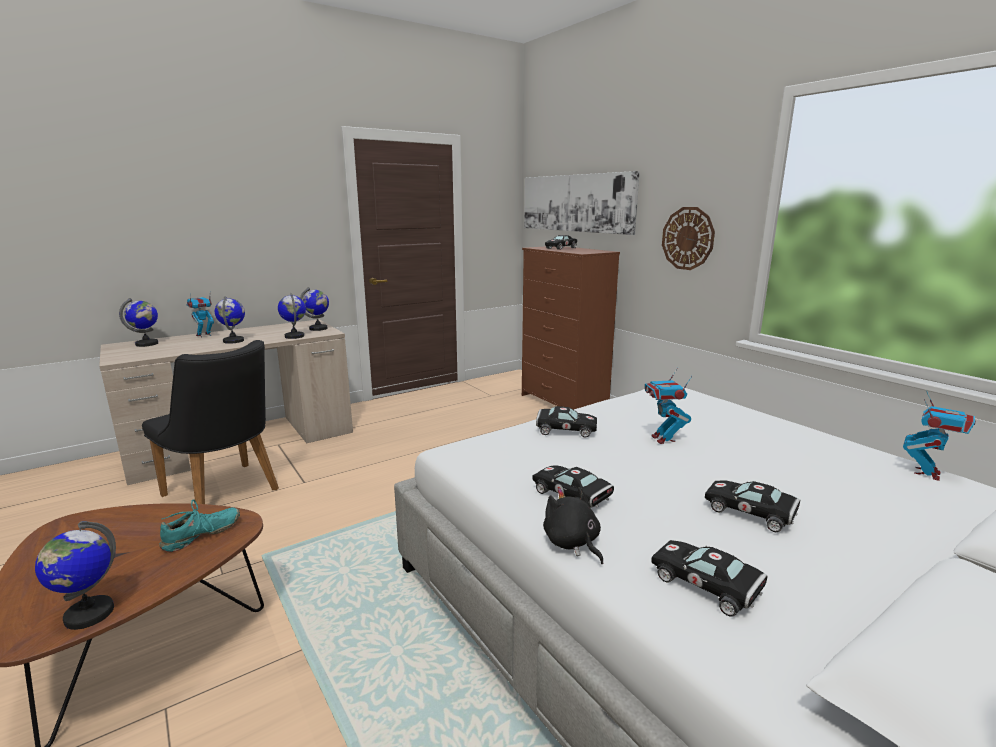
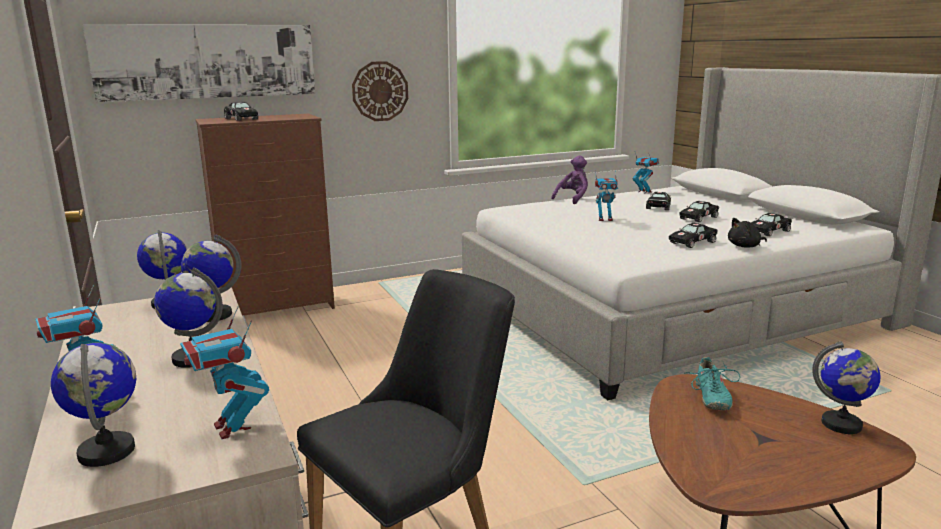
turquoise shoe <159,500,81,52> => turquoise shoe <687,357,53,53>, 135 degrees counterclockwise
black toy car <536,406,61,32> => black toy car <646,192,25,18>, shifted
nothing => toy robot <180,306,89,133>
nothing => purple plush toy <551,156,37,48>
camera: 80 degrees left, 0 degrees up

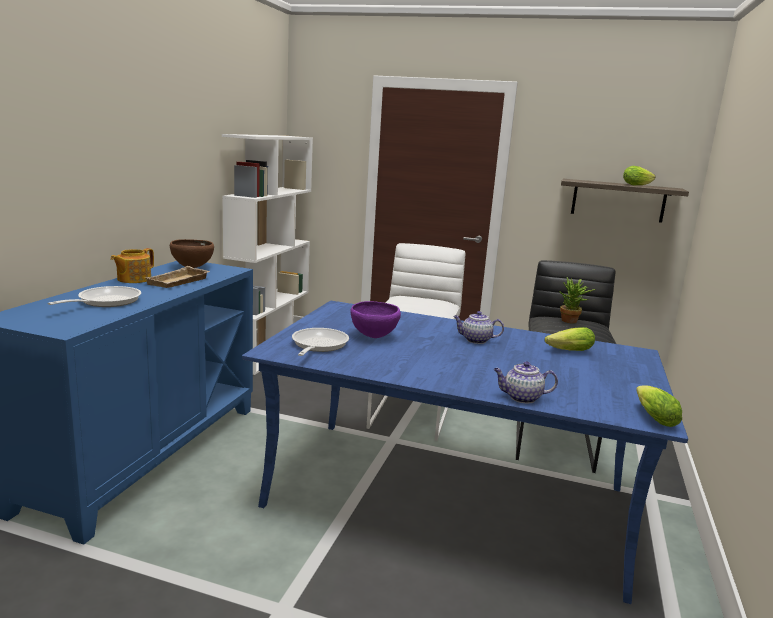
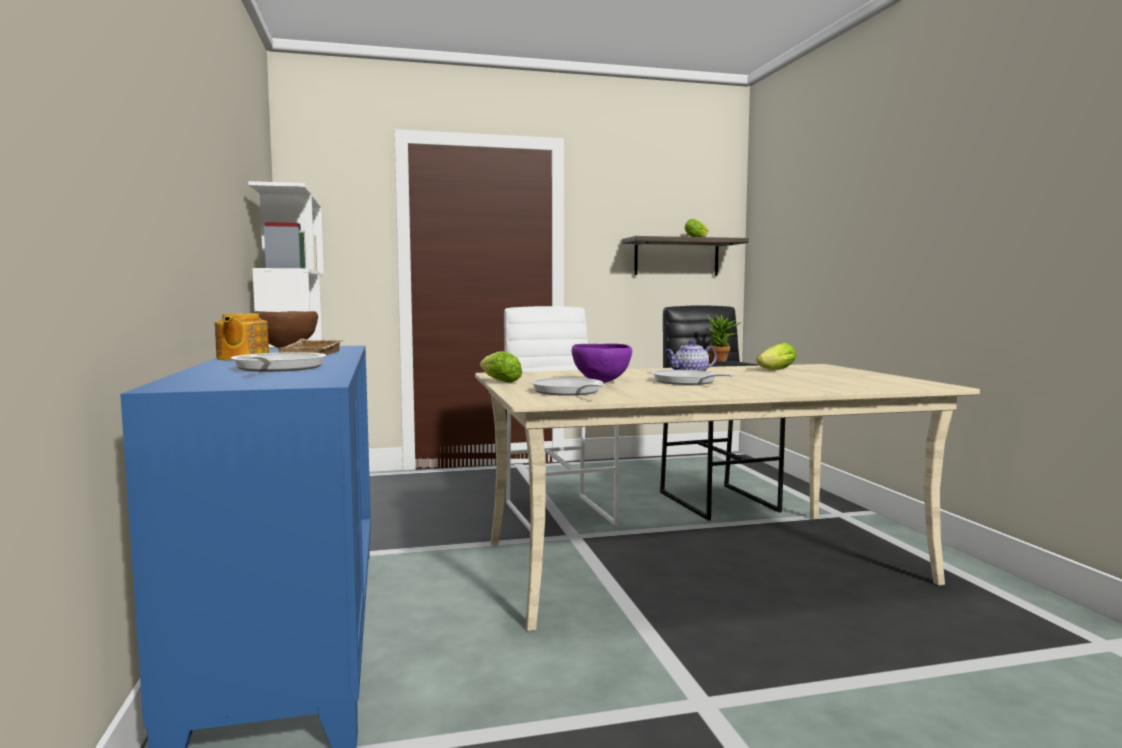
blue dining table <242,300,446,304> => beige dining table <475,364,505,267>
teapot <493,362,65,41> => nothing
lettuce <636,385,46,42> => lettuce <480,351,42,32>, shifted
nothing => frying pan <652,370,83,15>
camera: 30 degrees left, 10 degrees down

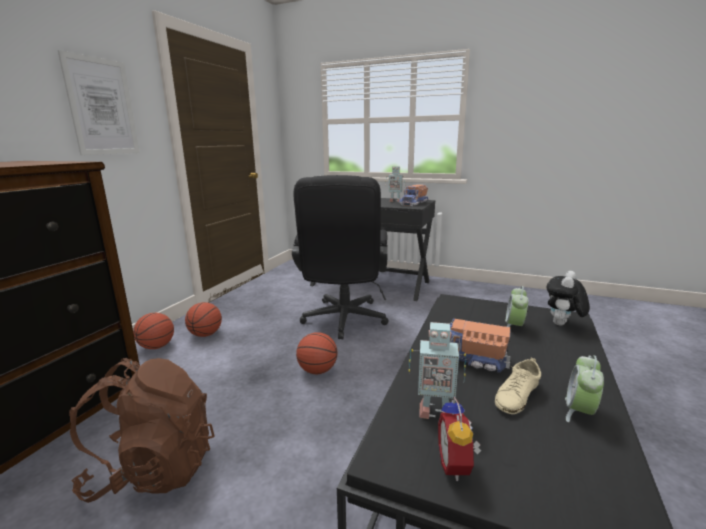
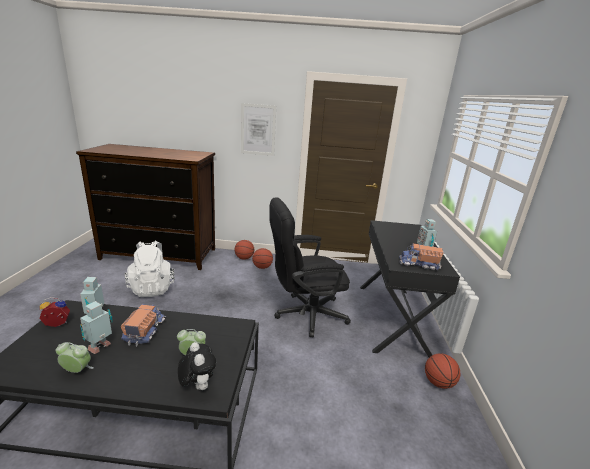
brown backpack <69,358,146,145> => white backpack <124,241,51,56>
basketball <296,332,41,42> => basketball <425,353,35,36>, shifted
beige shoe <495,358,46,56> => toy robot <80,301,33,53>
plush toy <547,271,42,55> => plush toy <178,342,38,48>, 45 degrees clockwise
camera: 70 degrees right, 5 degrees up

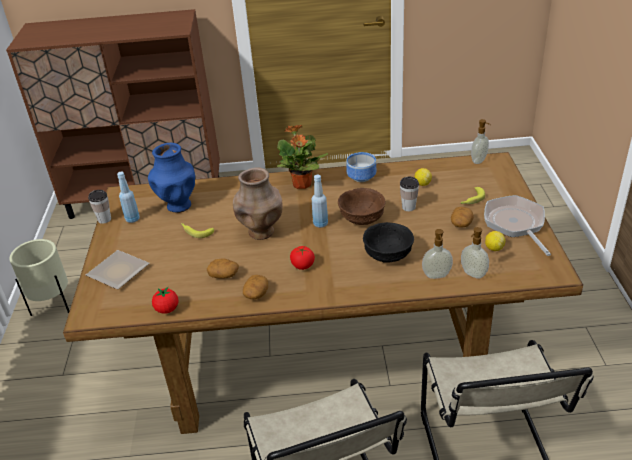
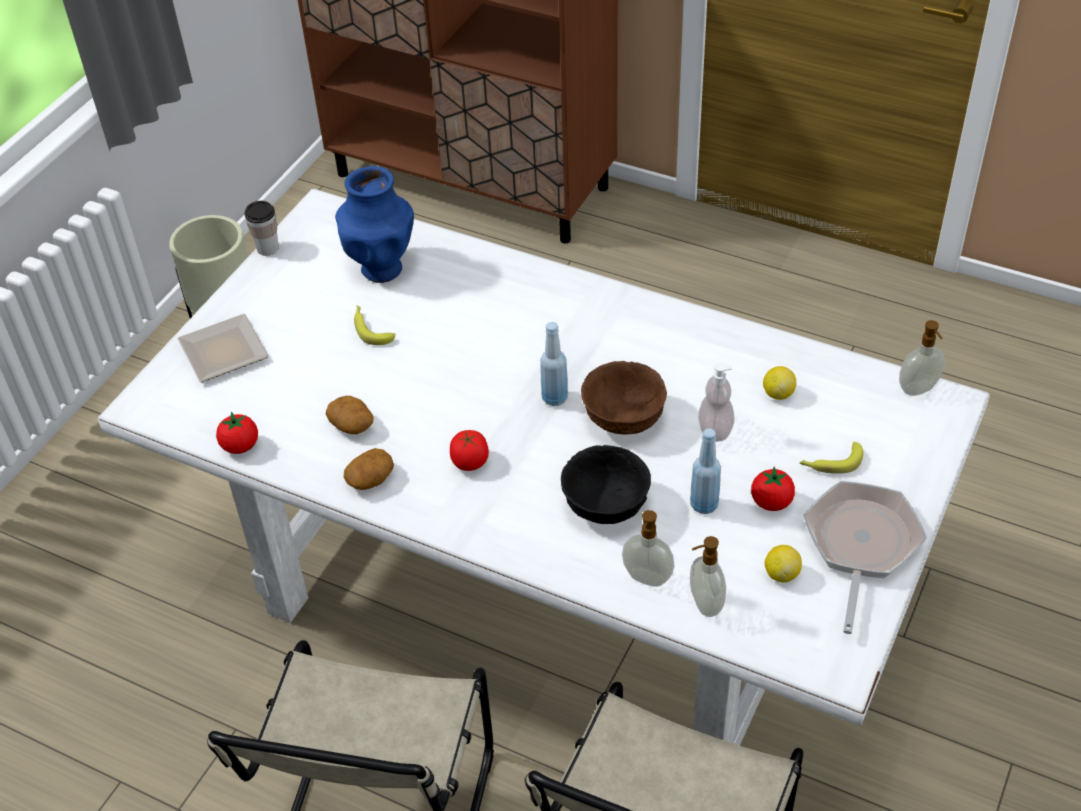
brown dining table <63,152,520,282> => white dining table <98,188,892,558>
blue bottle <117,172,23,51> => blue bottle <690,428,31,86>, shifted
brown vase <233,167,50,73> => nothing
potted plant <276,125,52,64> => nothing
bowl <346,152,30,30> => nothing
cup <400,177,19,34> => soap dispenser <698,363,36,79>
potato <451,207,23,21> => tomato <751,466,44,45>
camera: 30 degrees right, 10 degrees up

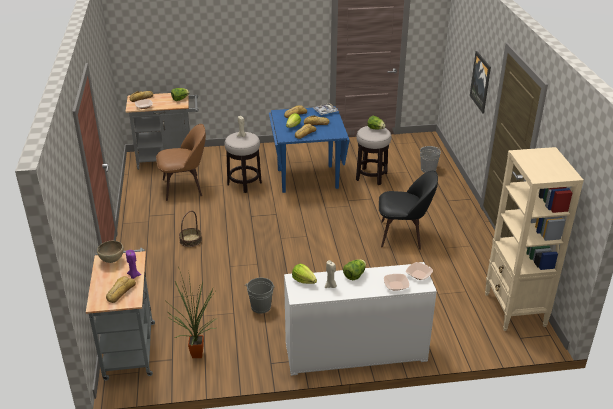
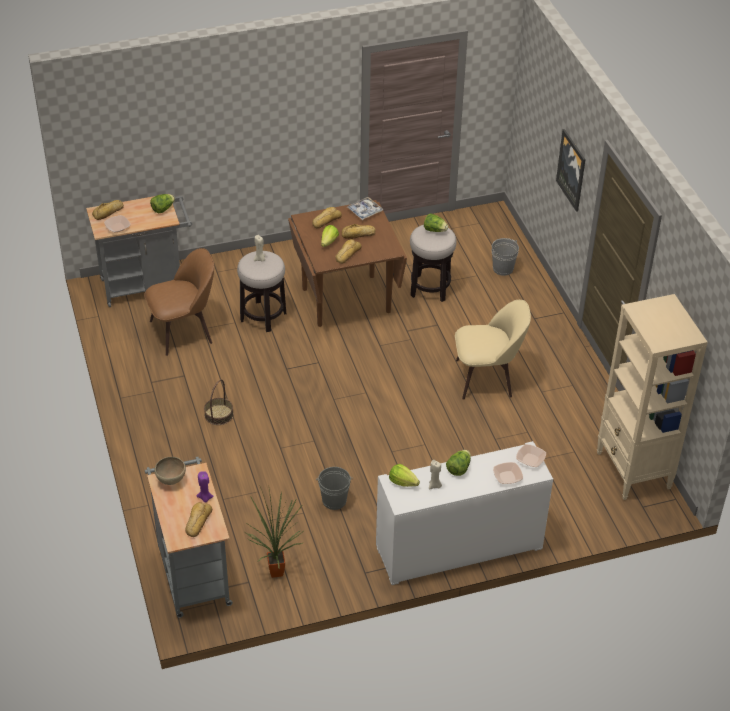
blue dining table <269,106,81,87> => brown dining table <288,200,119,127>
black chair <379,171,59,79> => beige chair <455,300,76,100>
camera: 10 degrees left, 10 degrees up

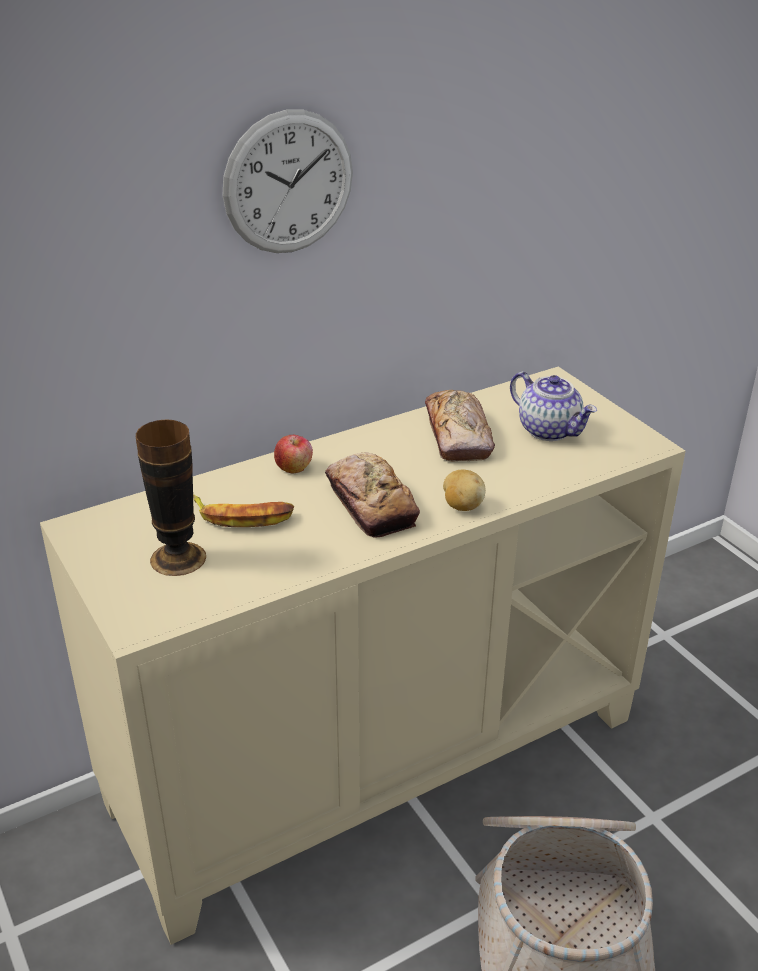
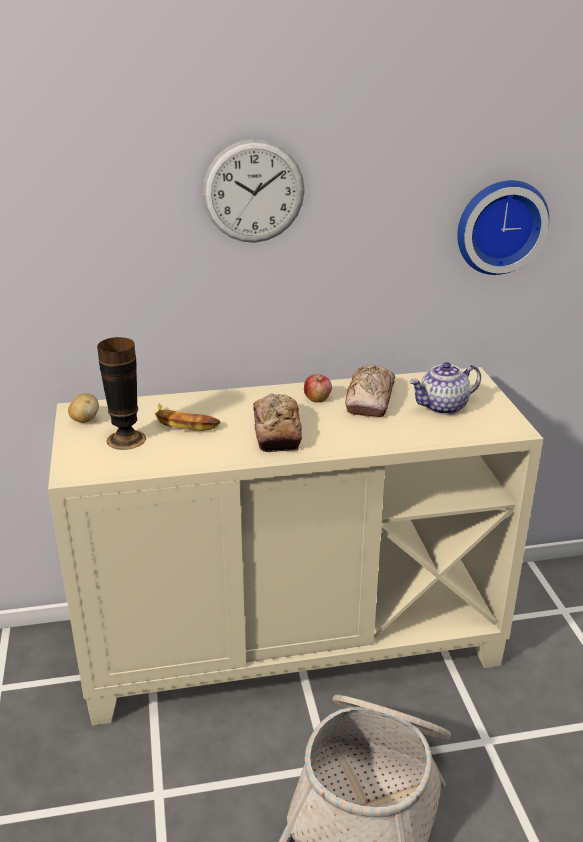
apple <274,435,39,39> => apple <304,374,28,28>, shifted
potato <443,470,43,41> => potato <68,393,31,30>, shifted
teapot <510,372,87,69> => teapot <410,362,71,53>, 90 degrees clockwise
nothing => wall clock <457,180,92,95>
camera: 20 degrees right, 5 degrees down

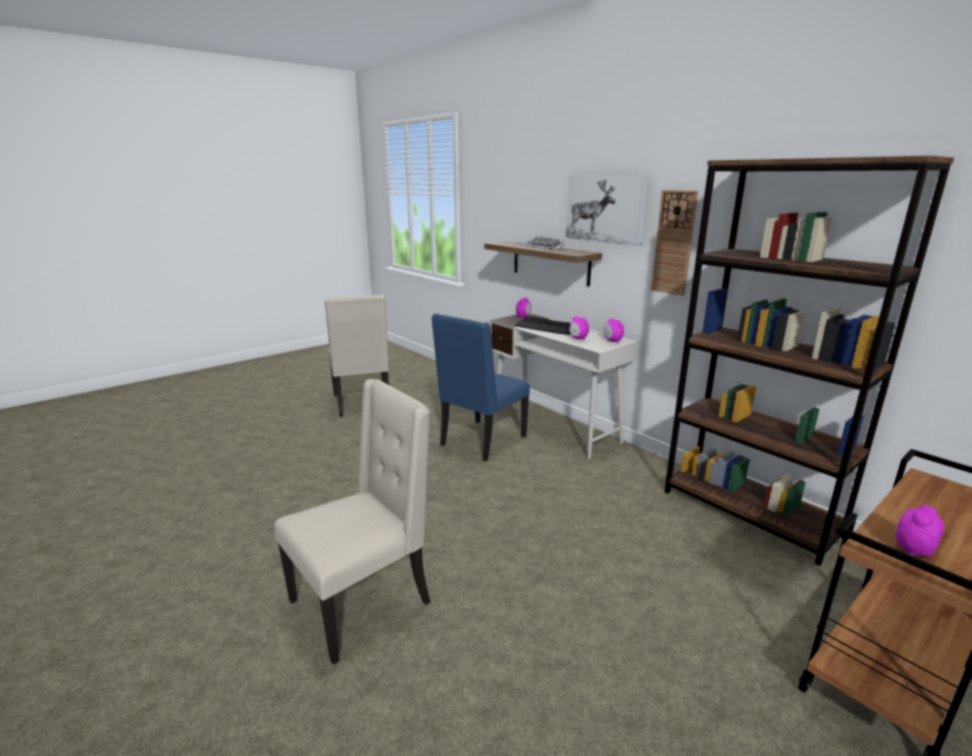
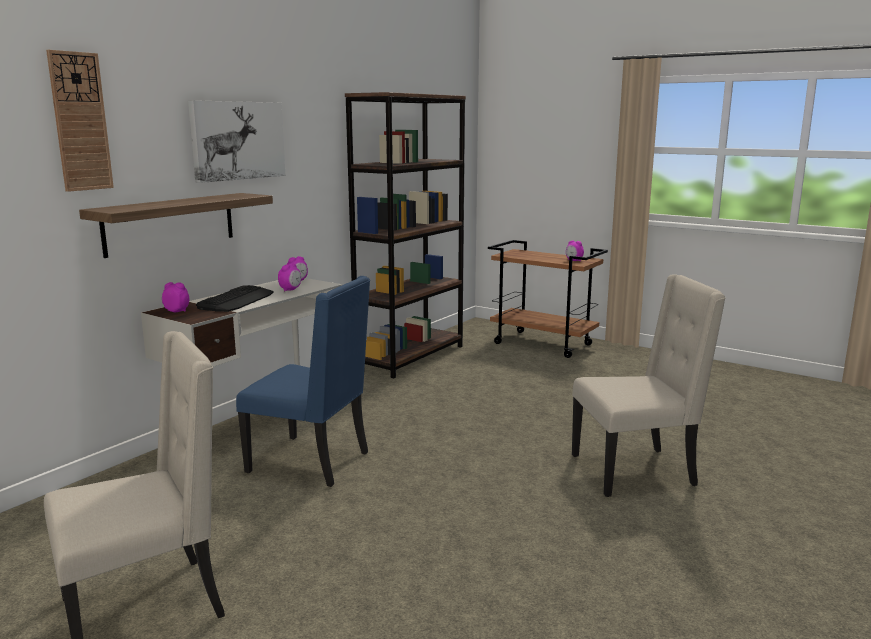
beige chair <274,379,156,285> => beige chair <572,274,154,223>, 135 degrees clockwise
keyboard <525,237,43,14> => nothing
wall clock <651,190,47,106> => wall clock <46,50,68,142>, shifted
camera: 105 degrees left, 5 degrees down

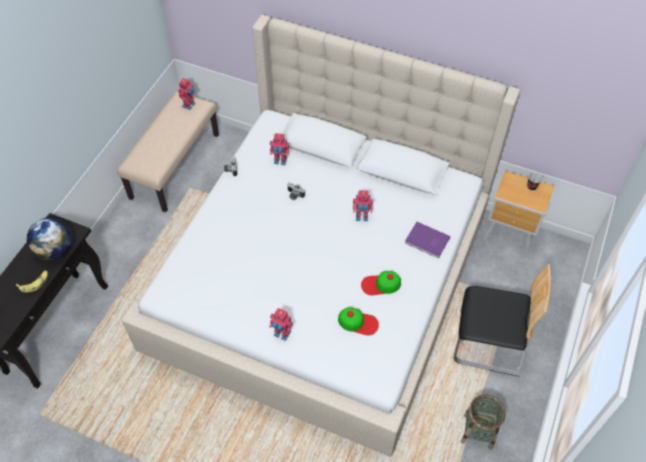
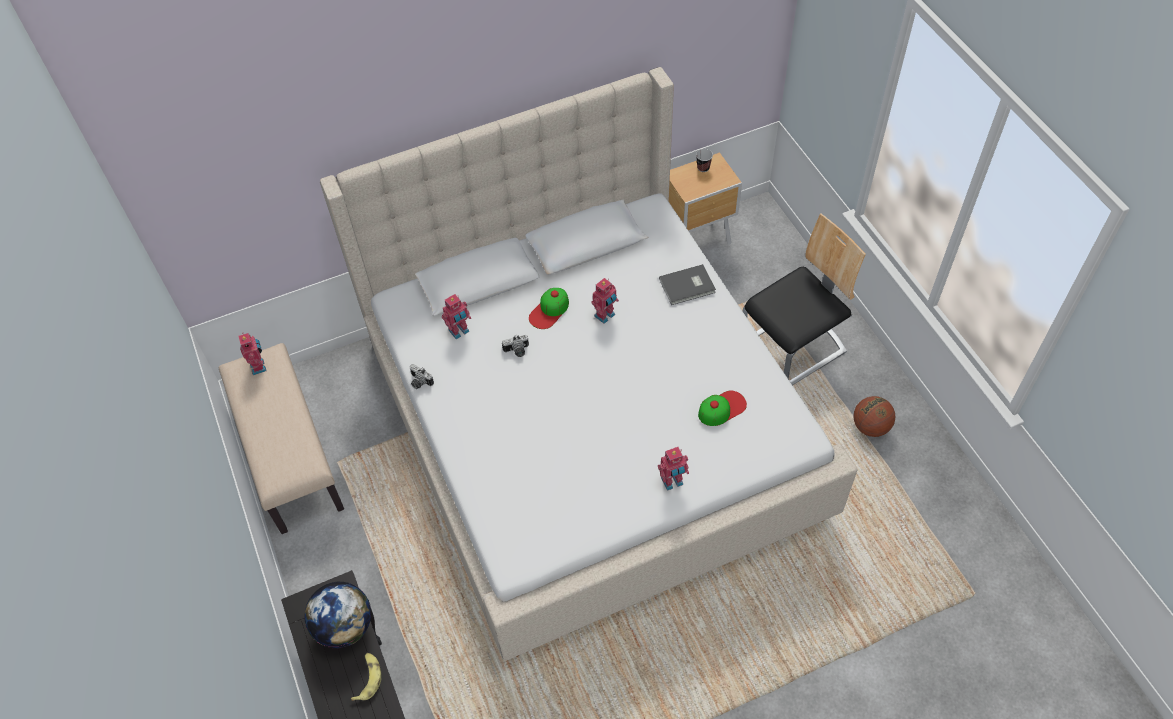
cap <361,271,40,24> => cap <529,288,40,41>, shifted
purple book <405,222,45,36> => grey book <659,264,57,41>
basket <461,395,45,55> => basketball <854,396,41,41>
camera: 45 degrees left, 0 degrees up

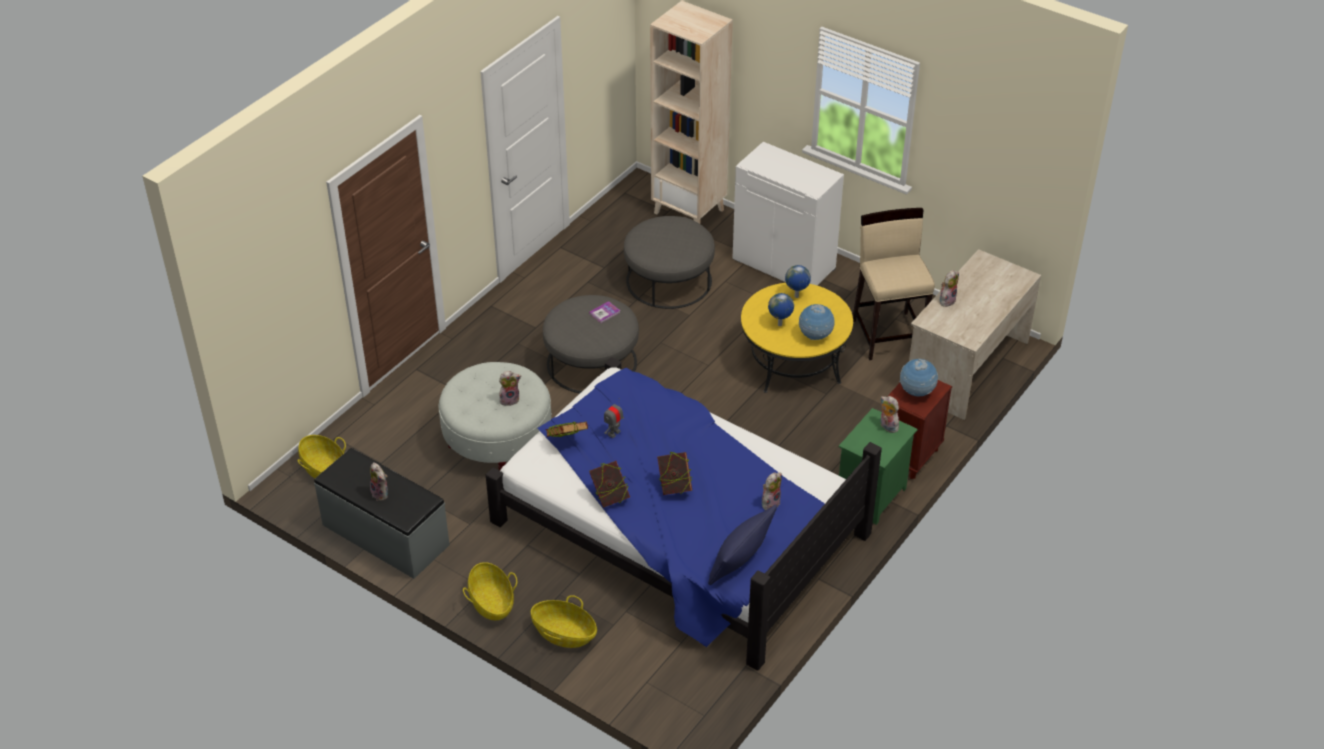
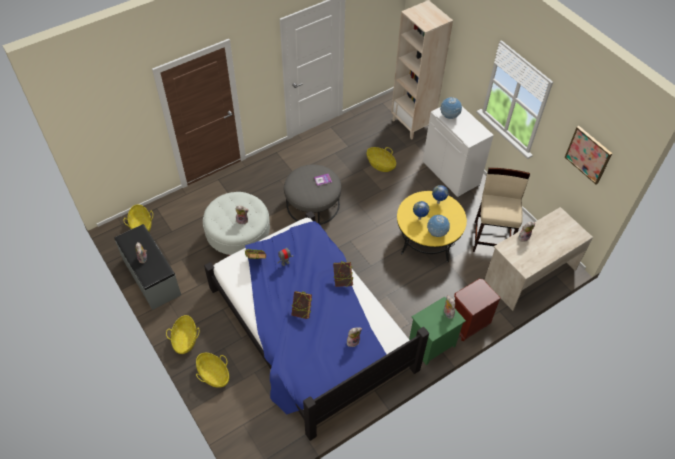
book <589,461,41,47> => book <333,261,20,26>, shifted
grey ottoman <624,216,91,93> => basket <367,147,29,25>
blue pillow <708,505,69,81> => nothing
globe <899,359,39,37> => globe <440,97,22,22>, shifted
nothing => picture <565,126,47,58>
camera: 20 degrees right, 10 degrees up

